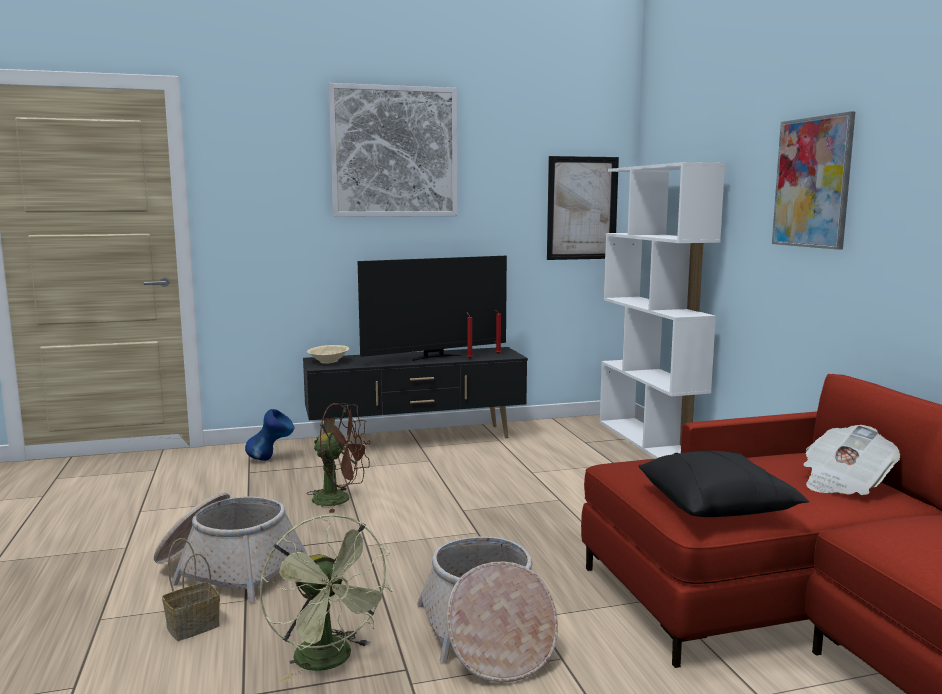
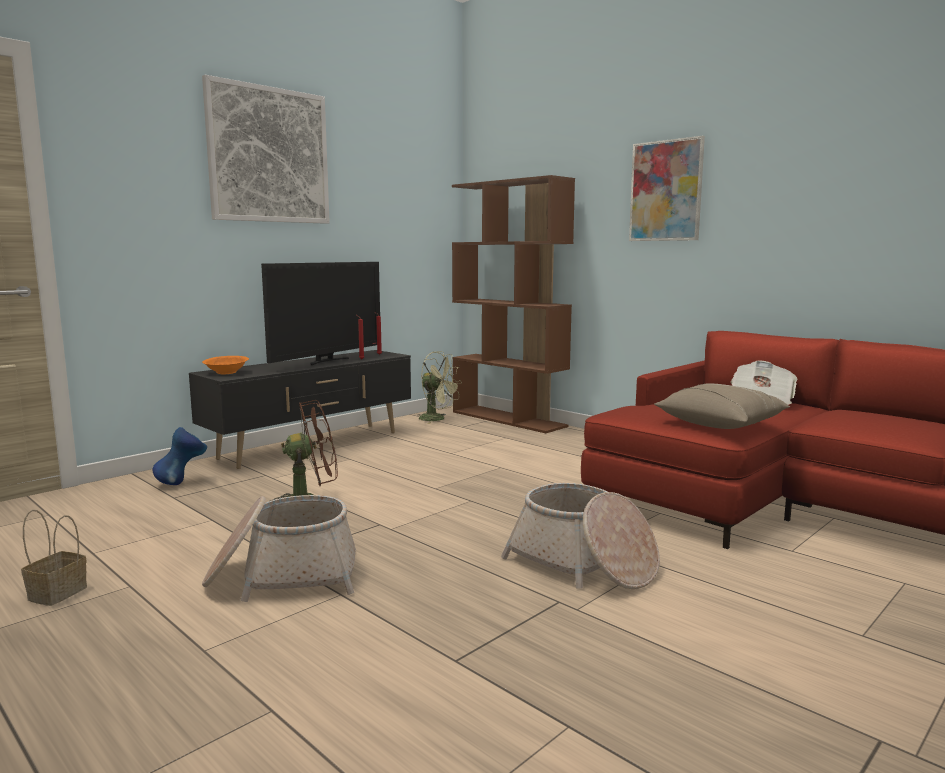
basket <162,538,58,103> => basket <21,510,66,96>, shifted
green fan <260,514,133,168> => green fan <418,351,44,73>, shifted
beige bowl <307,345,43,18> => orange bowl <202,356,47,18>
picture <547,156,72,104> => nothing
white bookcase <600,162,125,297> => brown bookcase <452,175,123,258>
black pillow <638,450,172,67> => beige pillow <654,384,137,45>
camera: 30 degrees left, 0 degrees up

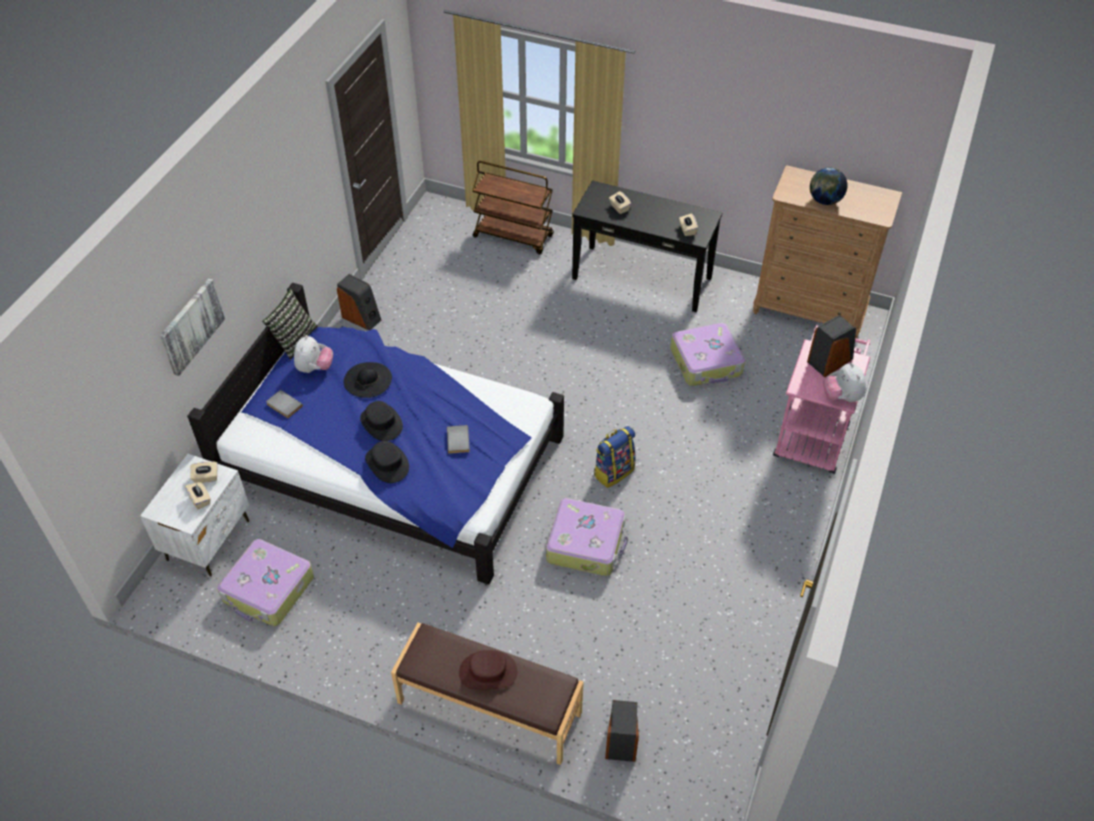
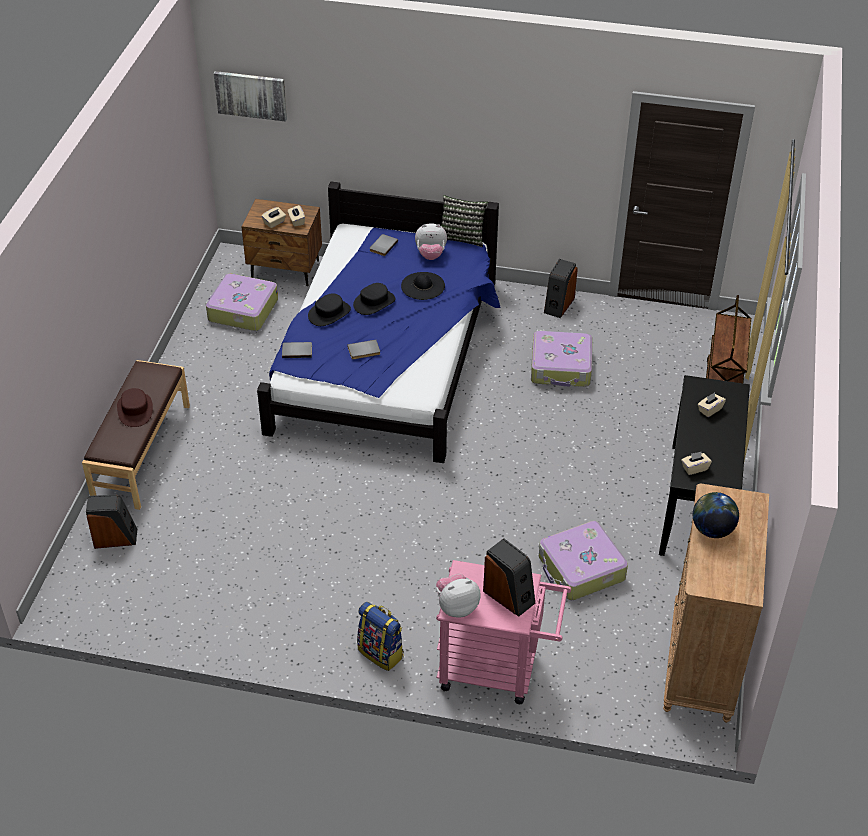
white nightstand <140,454,109,123> => brown nightstand <241,199,81,87>
picture <160,278,65,98> => picture <214,71,73,51>, shifted
suitcase <546,498,82,78> => suitcase <531,331,61,56>, shifted
backpack <594,426,42,62> => backpack <357,602,47,69>, shifted
nothing => grey book <282,342,30,16>
camera: 80 degrees right, 5 degrees down

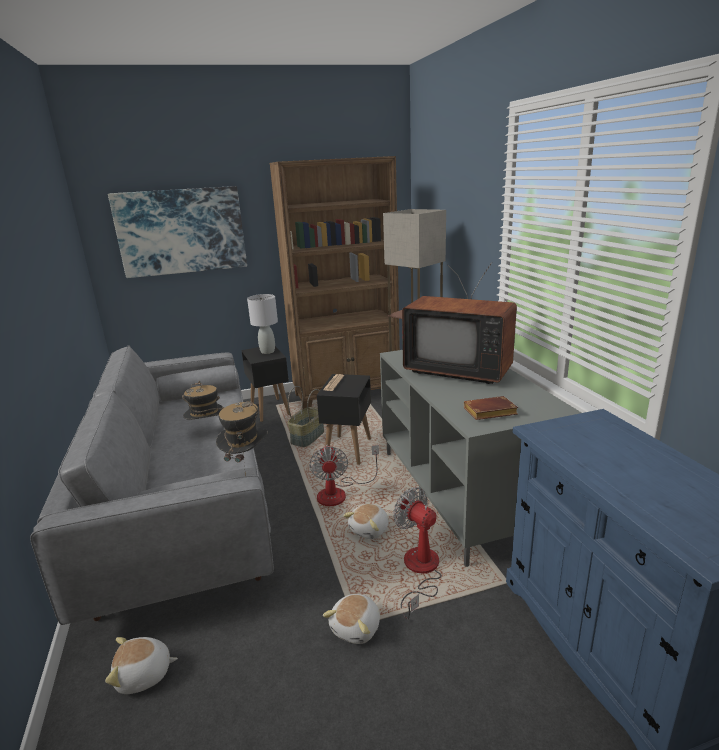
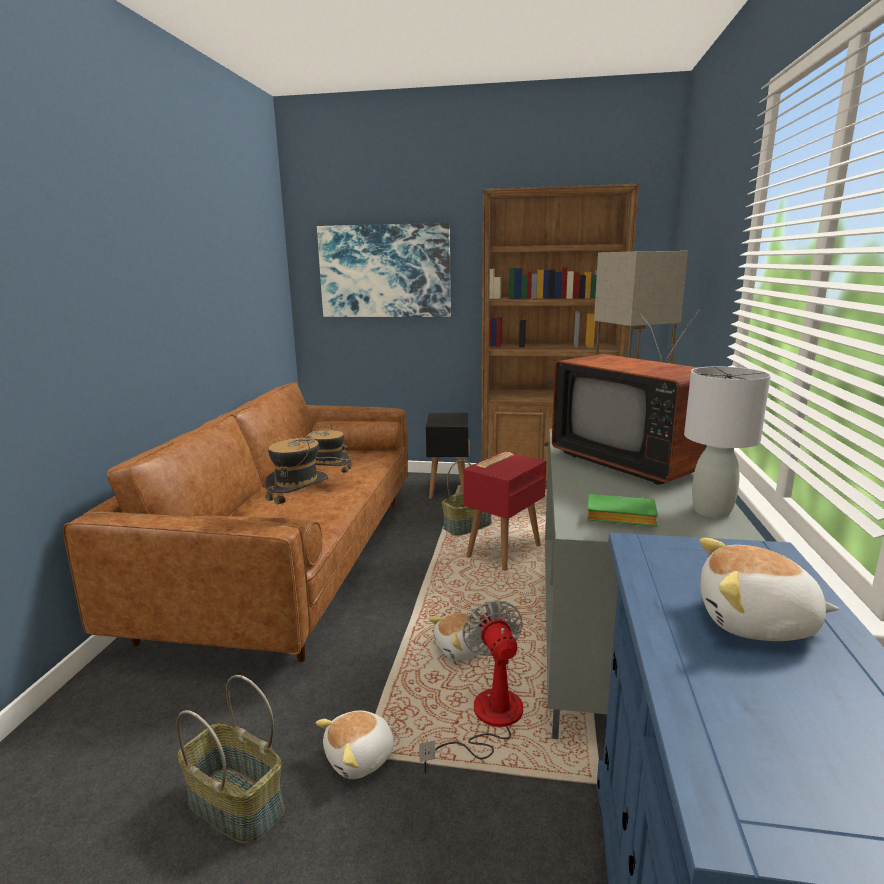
grey sofa <30,345,244,280> => brown sofa <63,382,345,280>
plush toy <105,637,73,57> => plush toy <699,538,140,103>, shifted
grey table lamp <247,294,31,60> => grey table lamp <684,366,87,152>, shifted
fan <309,445,70,61> => nothing
black side table <317,374,54,91> => red side table <464,451,82,120>
brown book <464,396,54,24> => green book <587,494,71,33>
nothing => basket <177,675,107,170>
camera: 25 degrees right, 5 degrees down

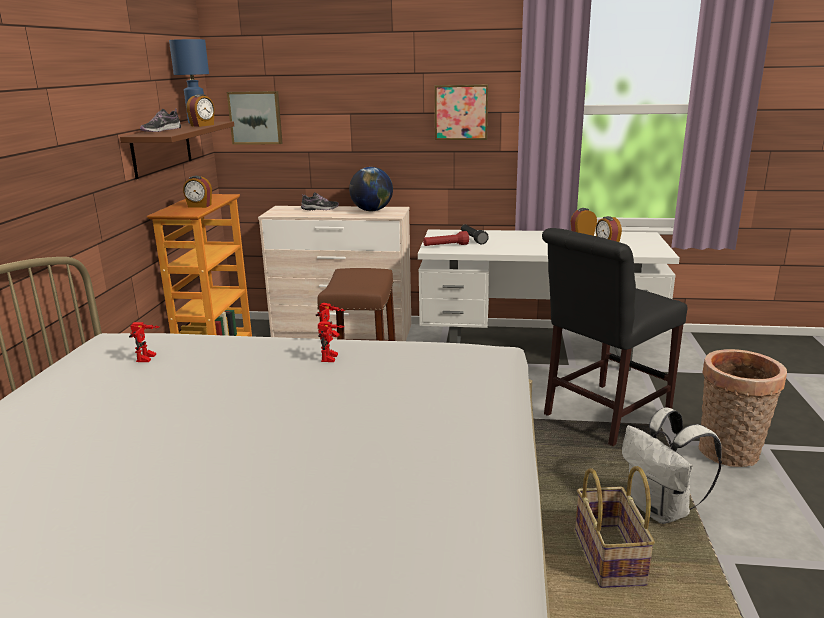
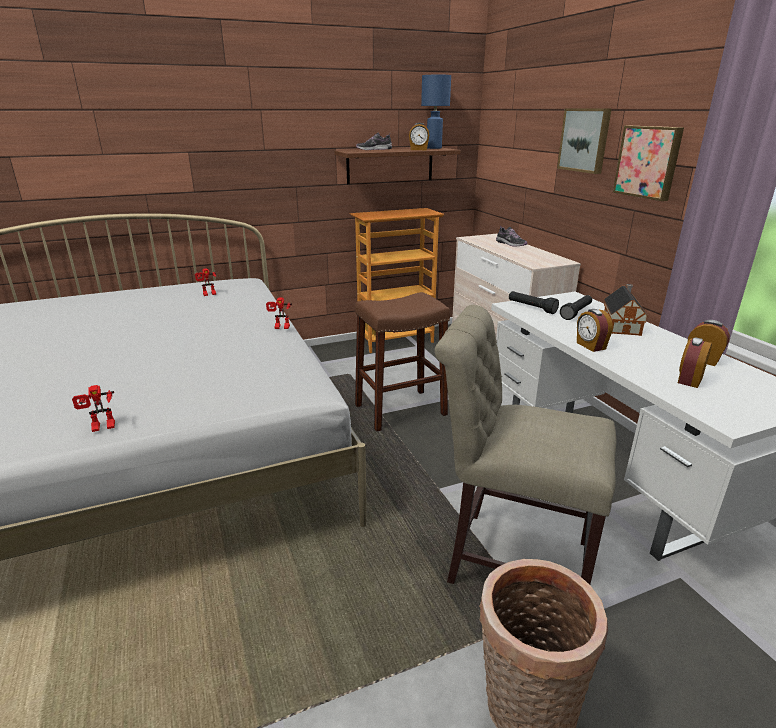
alarm clock <183,176,29,32> => alarm clock <577,309,36,43>, shifted
picture <227,91,56,54> => picture <557,108,55,66>, shifted
toy robot <318,321,27,41> => toy robot <72,385,43,47>, shifted
globe <349,167,44,44> => nothing
red flashlight <423,231,46,15> => black flashlight <509,291,50,23>
black chair <542,228,145,218> => beige chair <435,305,181,280>
basket <575,466,80,122> => nothing
white backpack <622,407,100,117> => nothing
nothing => toy house <604,284,45,52>
camera: 60 degrees right, 5 degrees up

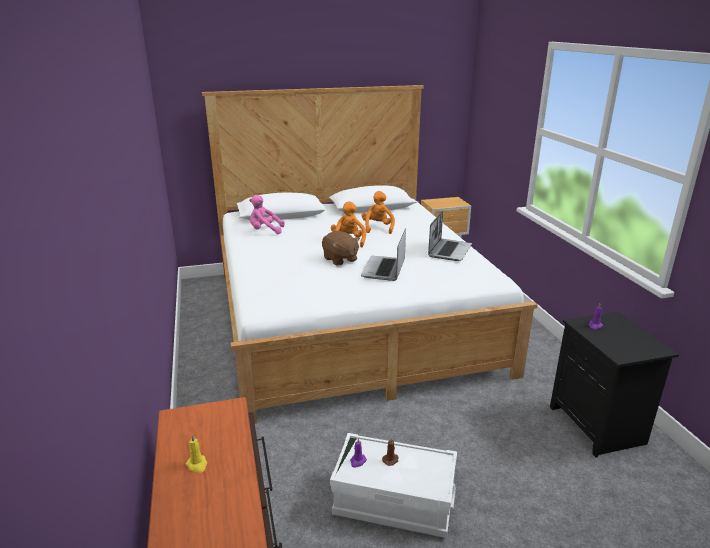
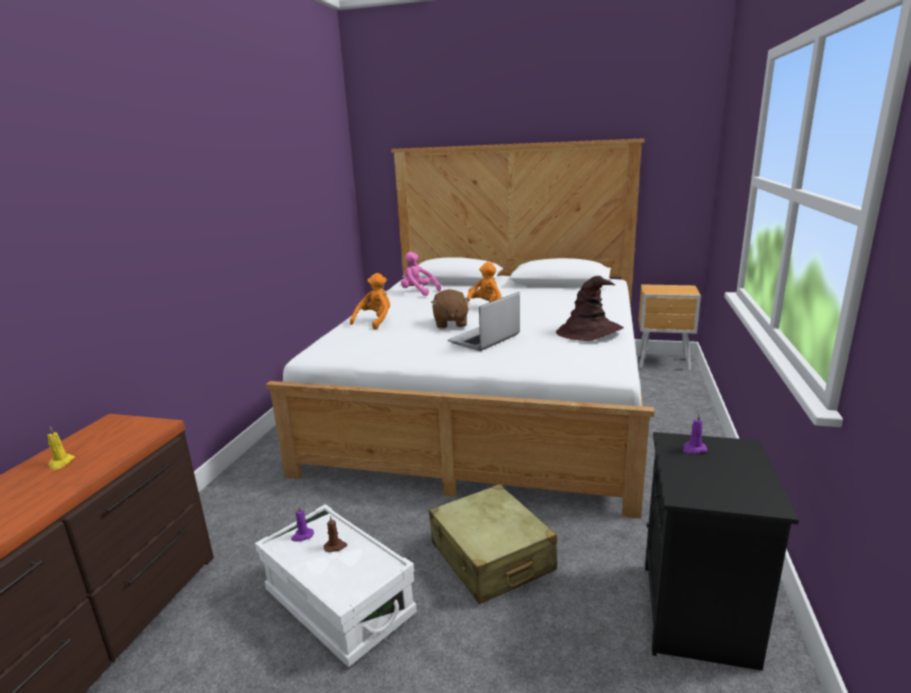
orange plush toy <361,191,34,43> => orange plush toy <350,273,40,57>, shifted
laptop <428,210,44,51> => brown hat <556,276,68,65>
nothing => beige suitcase <429,484,128,120>
camera: 30 degrees right, 5 degrees down

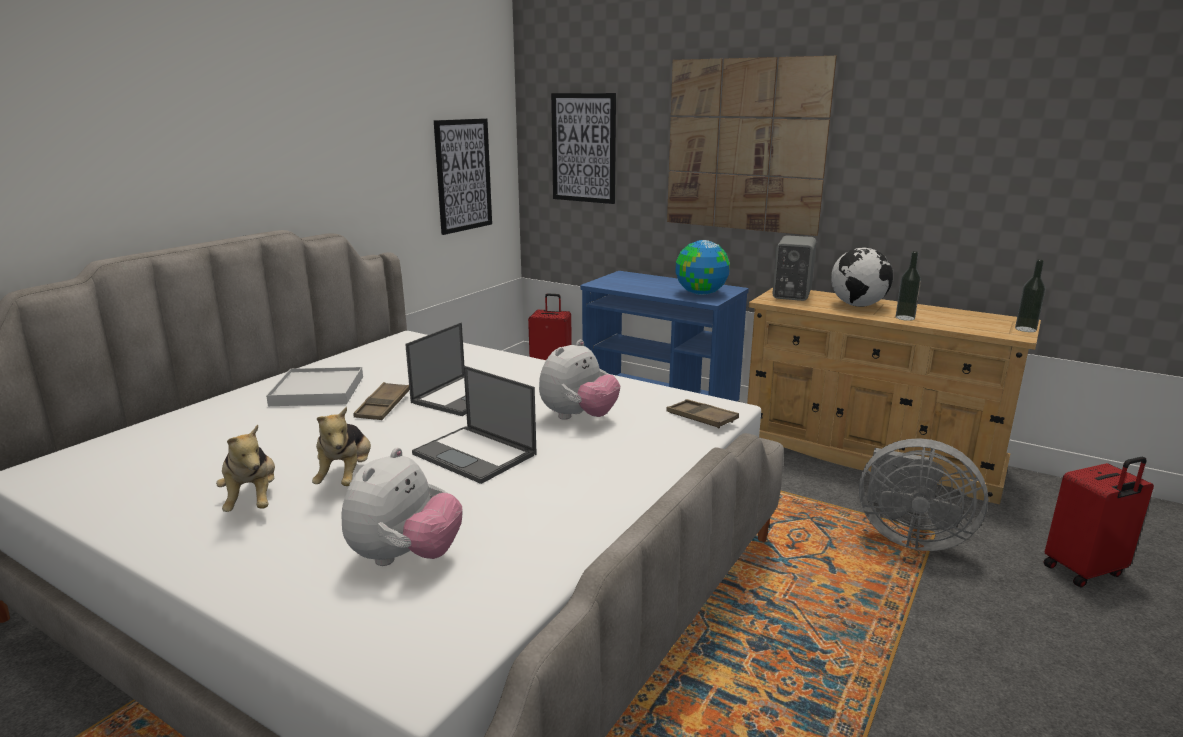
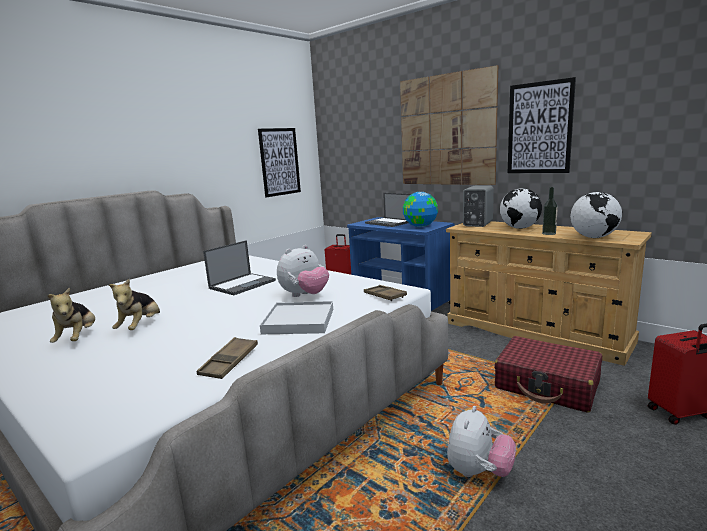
white tray <266,367,97,39> => white tray <260,301,73,33>, shifted
plush toy <342,448,120,118> => plush toy <447,406,69,71>, shifted
brown tray <353,382,57,38> => brown tray <197,337,61,42>, shifted
laptop <412,366,125,118> => laptop <365,193,46,34>, shifted
picture <551,93,65,111> => picture <508,77,68,96>, shifted
grey fan <859,438,130,113> => red suitcase <494,336,108,77>
bottle <1015,260,30,72> => nothing
nothing => globe <570,192,52,46>
camera: 10 degrees right, 5 degrees down

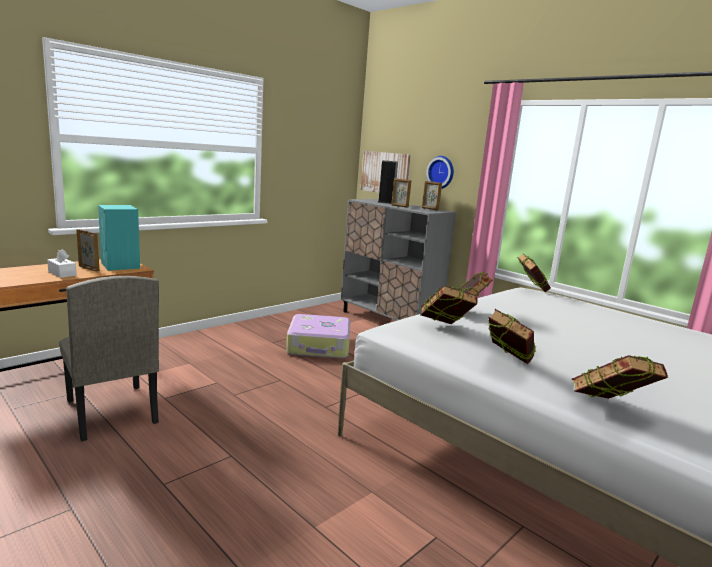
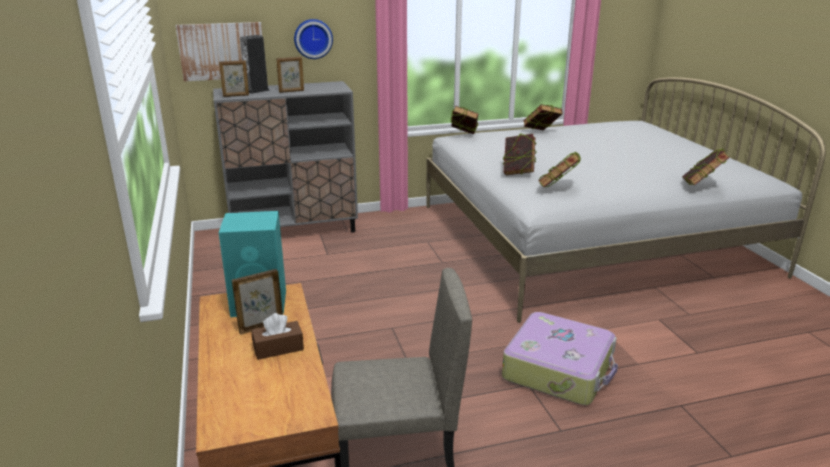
white tissue box <47,249,30,29> => brown tissue box <251,313,53,47>
suitcase <286,314,64,44> => suitcase <502,312,116,93>, shifted
picture frame <422,181,20,29> => picture frame <219,60,30,37>, shifted
book <488,309,48,55> => book <523,104,40,27>, shifted
camera: 60 degrees left, 10 degrees up

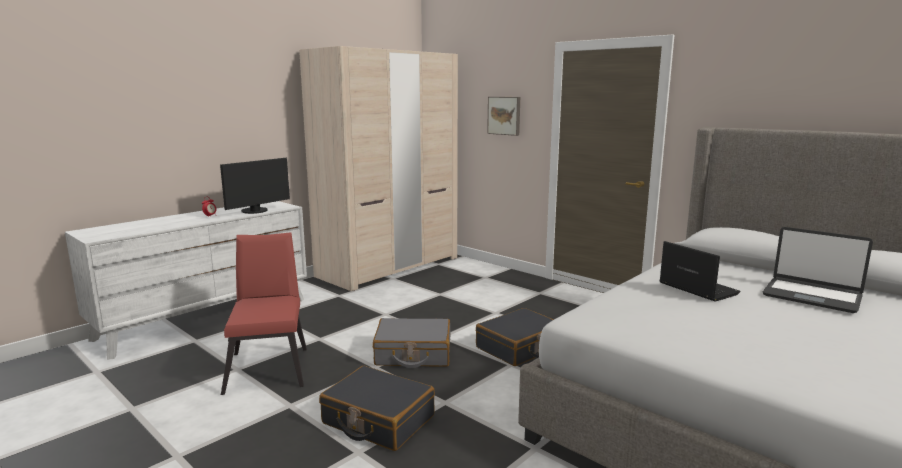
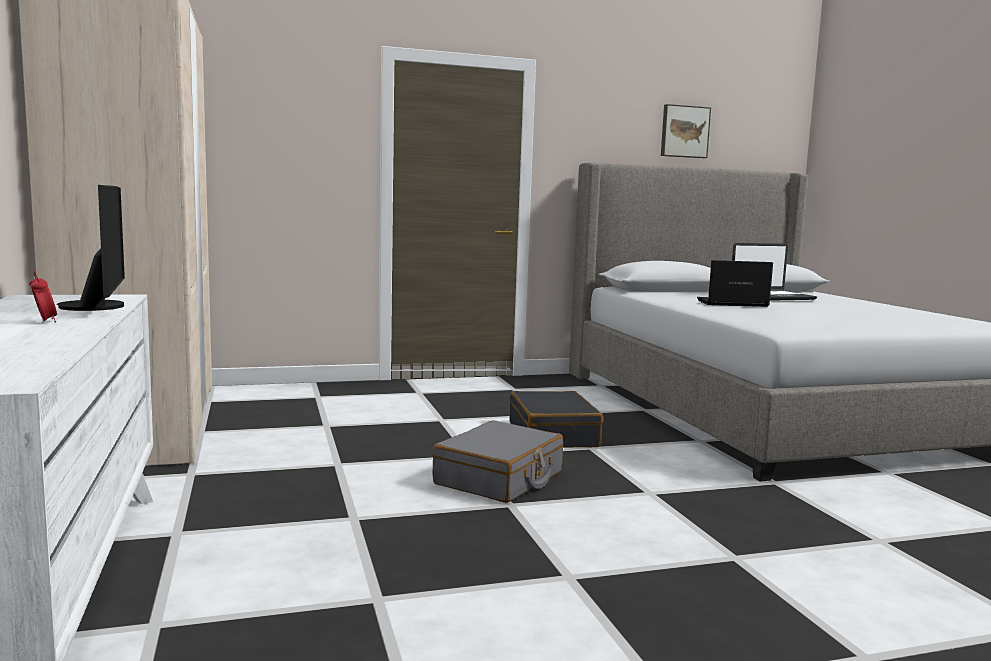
red chair <221,232,86,163> => nothing
black suitcase <319,366,116,85> => nothing
picture <487,97,33,39> => picture <661,104,50,54>, shifted
camera: 60 degrees left, 5 degrees down

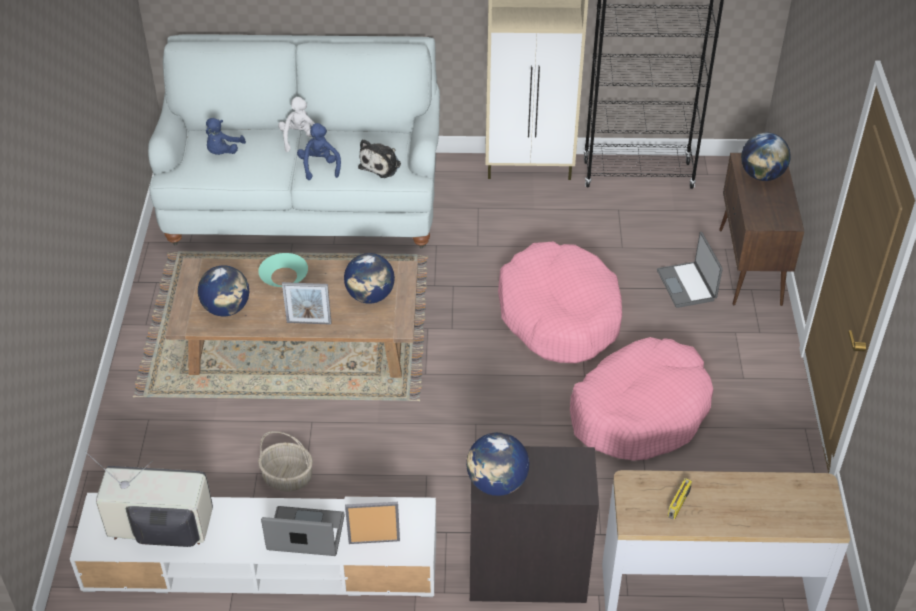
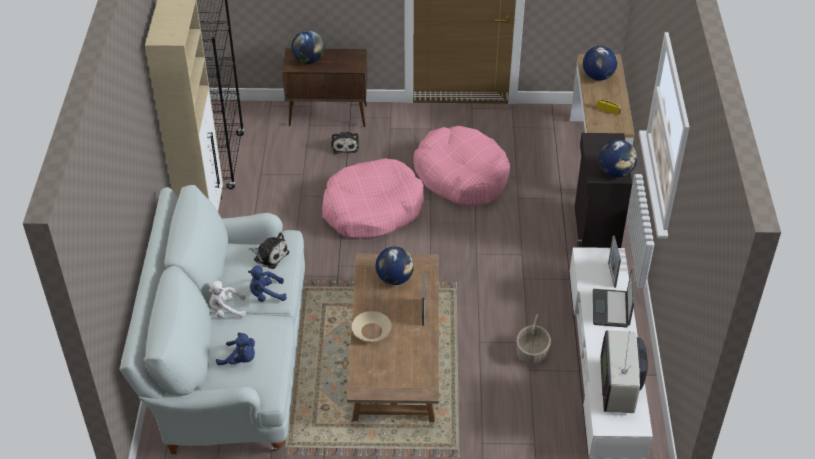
globe <198,265,51,52> => globe <583,46,34,35>, shifted
turquoise bowl <258,253,50,34> => beige bowl <352,311,40,31>
laptop <657,232,66,76> => plush toy <331,132,28,22>
camera: 90 degrees left, 0 degrees up

